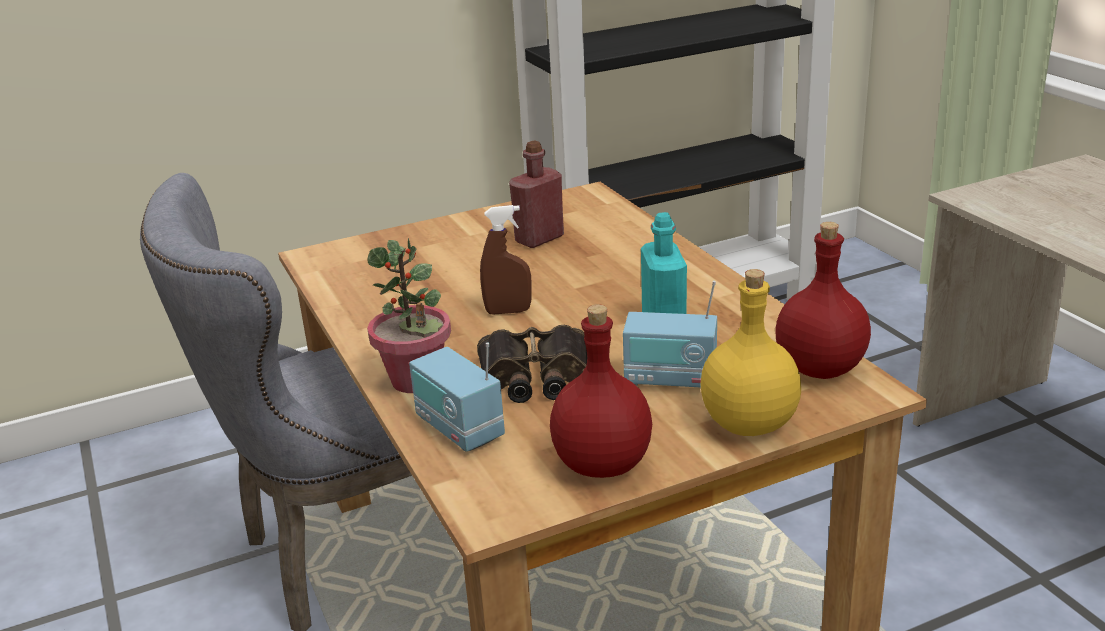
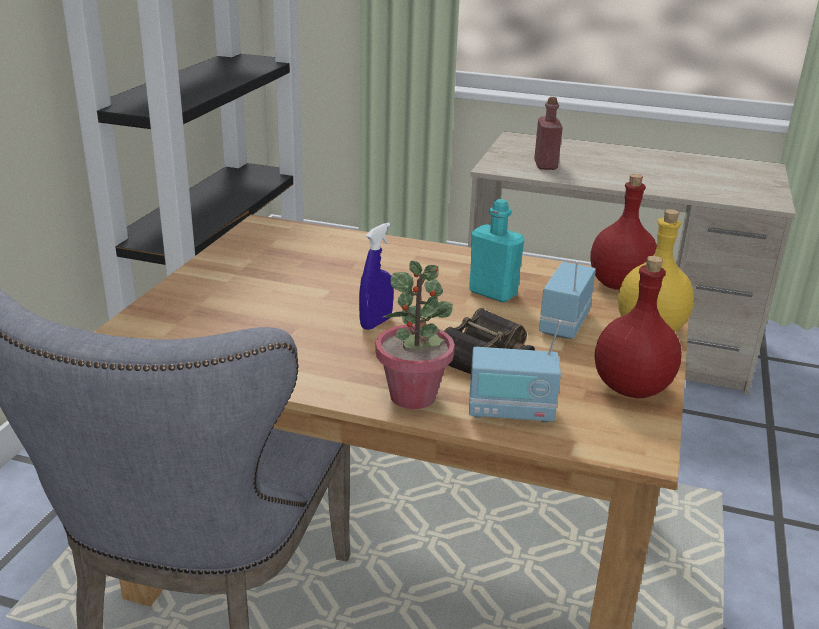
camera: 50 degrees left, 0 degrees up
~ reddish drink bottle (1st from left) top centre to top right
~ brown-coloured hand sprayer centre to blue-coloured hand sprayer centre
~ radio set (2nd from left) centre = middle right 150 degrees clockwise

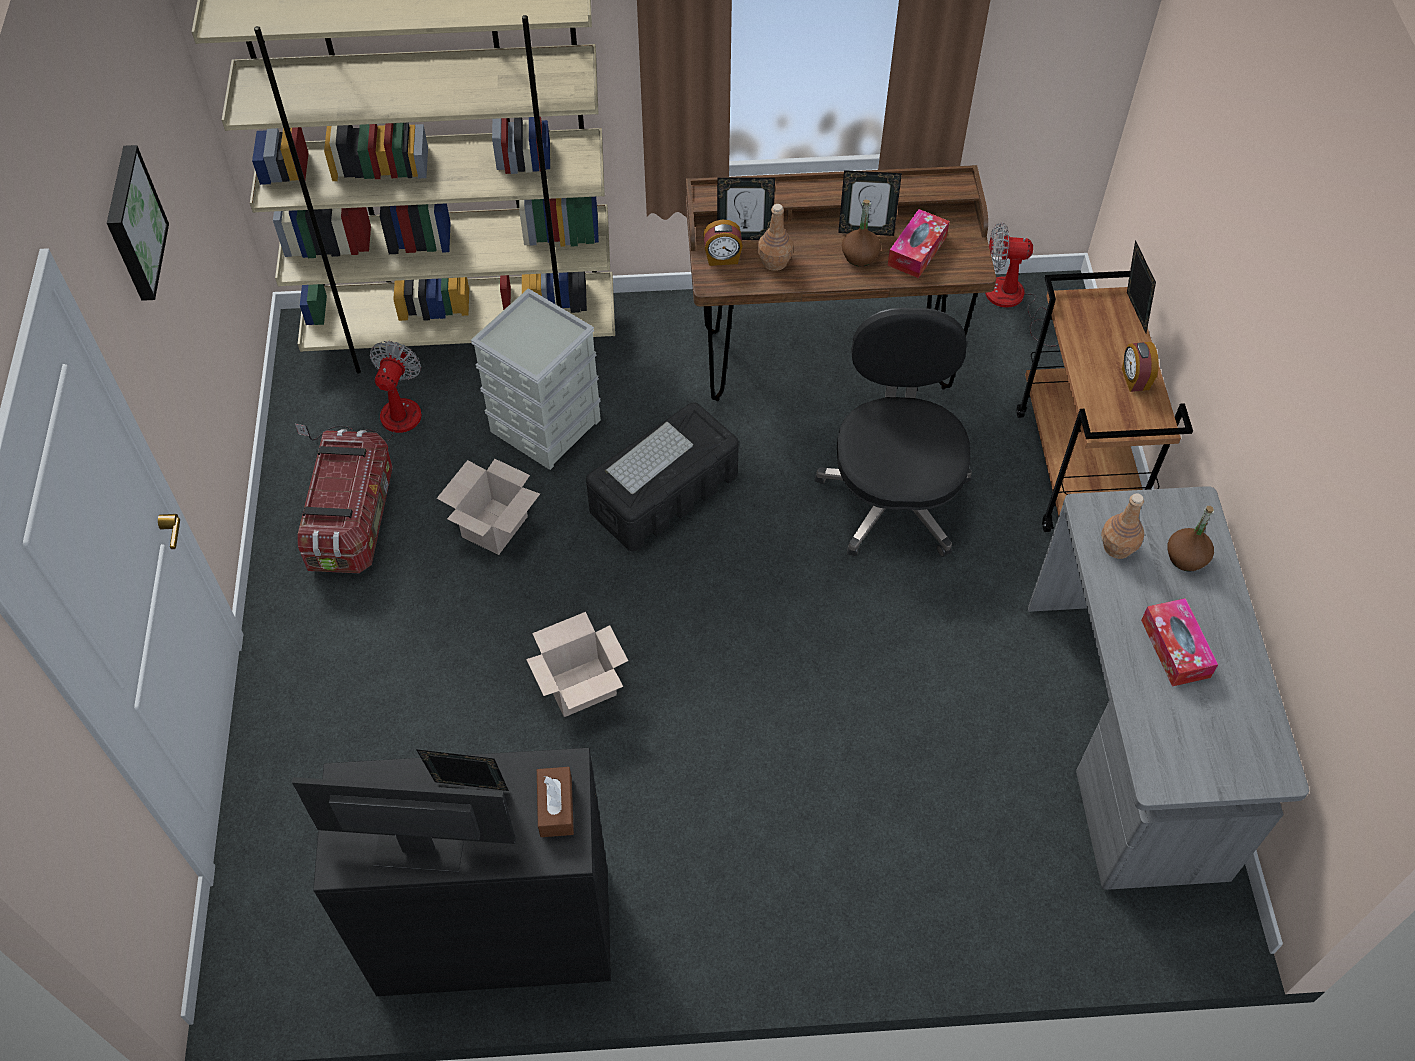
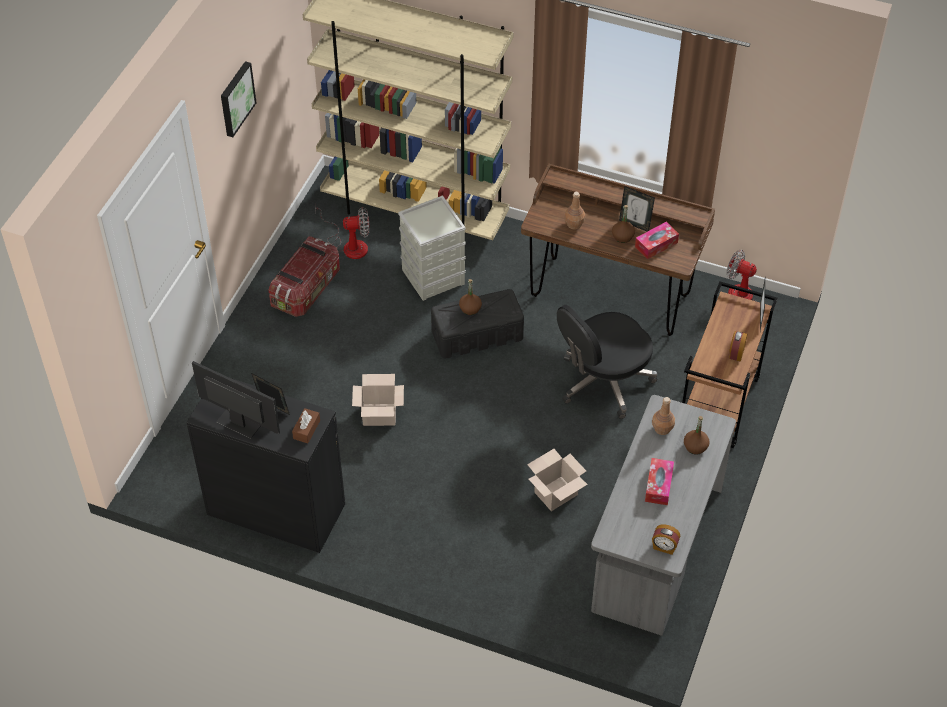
camera: 25 degrees right, 5 degrees down
- picture frame (2nd from left) top centre
~ packing box (1st from left in the first image) centre to packing box (2nd from left) bottom centre
~ alarm clock (1st from left) top centre to bottom right
~ keyboard centre to brown-coloured drink bottle (1st from left) centre
~ electric fan (1st from left) middle left = top centre 45 degrees clockwise
~ black-coloured computer chair centre = centre 150 degrees counterclockwise

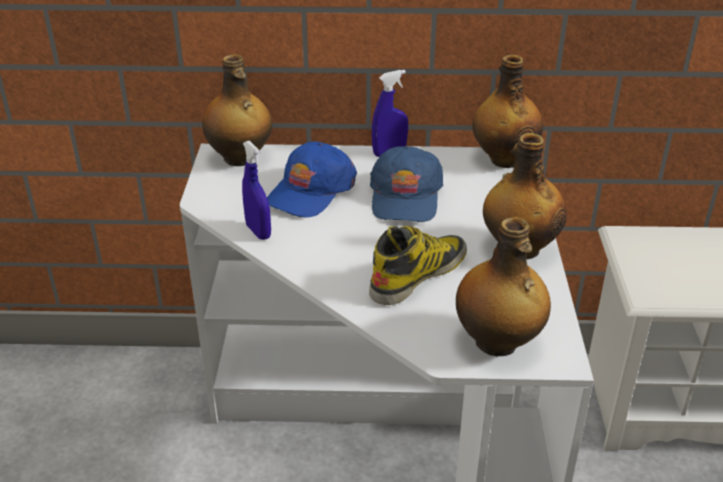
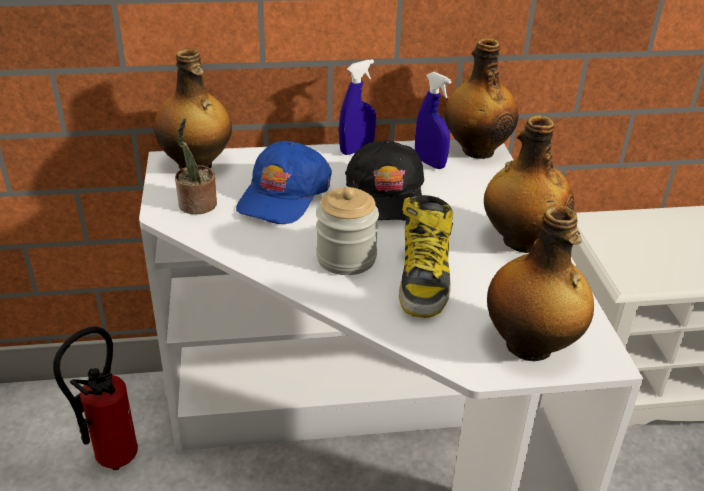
camera: 10 degrees left, 0 degrees up
+ extinguisher bottom left
+ houseplant middle left
+ preserve jar centre
~ blue-coloured hand sprayer (1st from left in the first image) centre to blue-coloured hand sprayer (2nd from left) top centre
~ blue-coloured baseball cap (2nd from left) centre to black-coloured baseball cap centre
~ high-top boot centre = centre 150 degrees clockwise

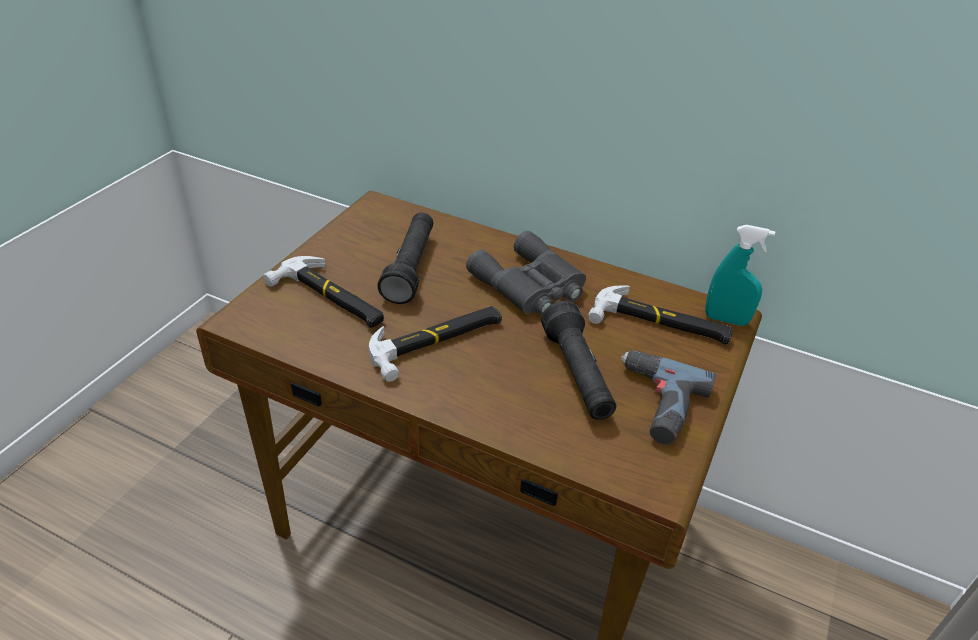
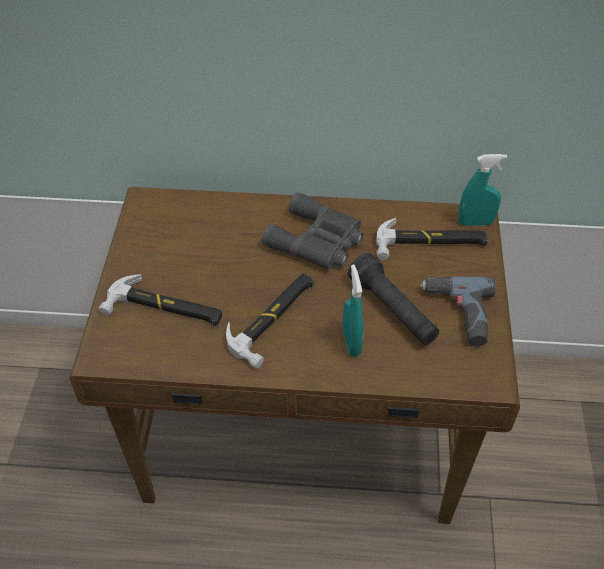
camera: 20 degrees left, 10 degrees up
- black-coloured hand torch (1st from left) centre
+ turquoise hand sprayer (1st from left) centre

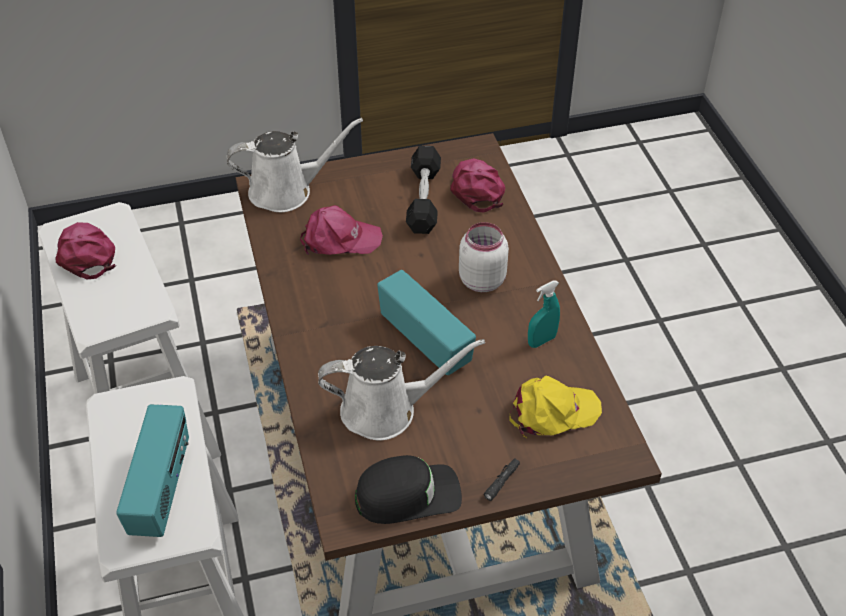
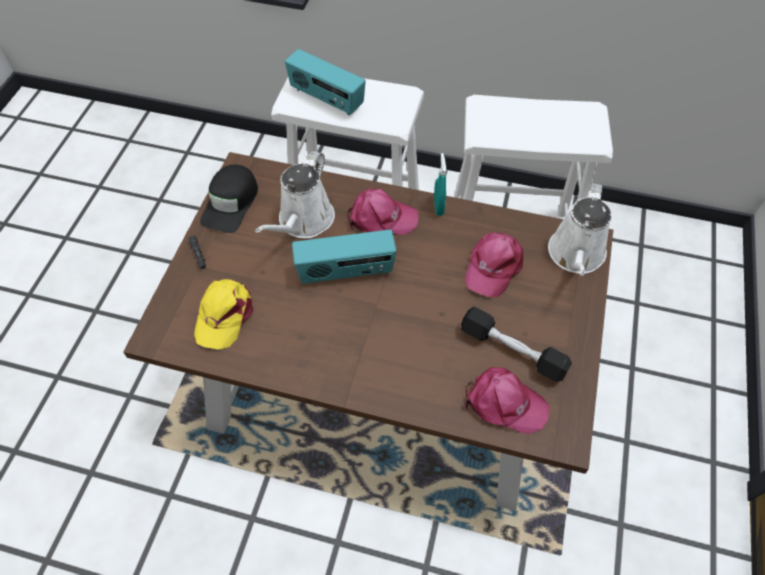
camera: 120 degrees right, 10 degrees up
- whitish preserve jar centre
~ pink-coloured baseball cap (1st from left) middle left to centre
~ turquoise hand sprayer centre to top centre

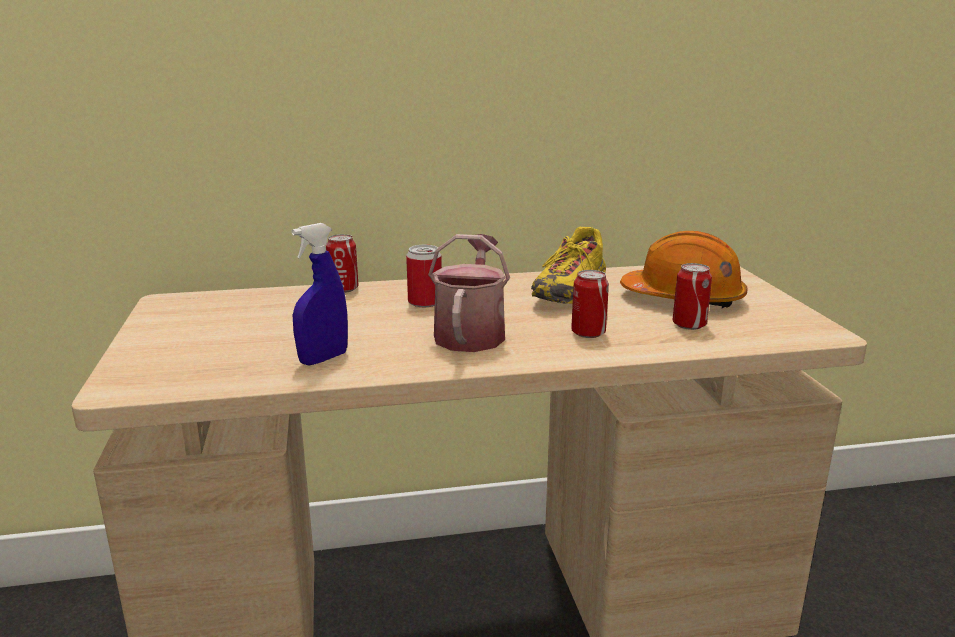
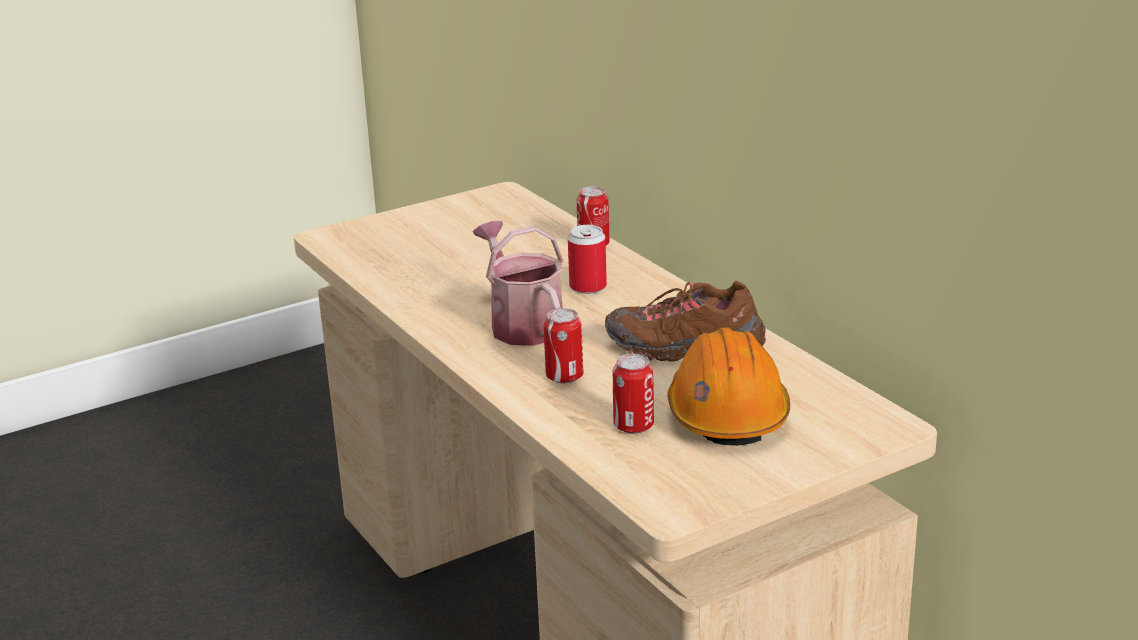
camera: 70 degrees right, 5 degrees up
- blue-coloured hand sprayer centre
~ yellow-coloured item of footwear centre to brown-coloured item of footwear centre
~ sprinkling can centre = centre 105 degrees counterclockwise

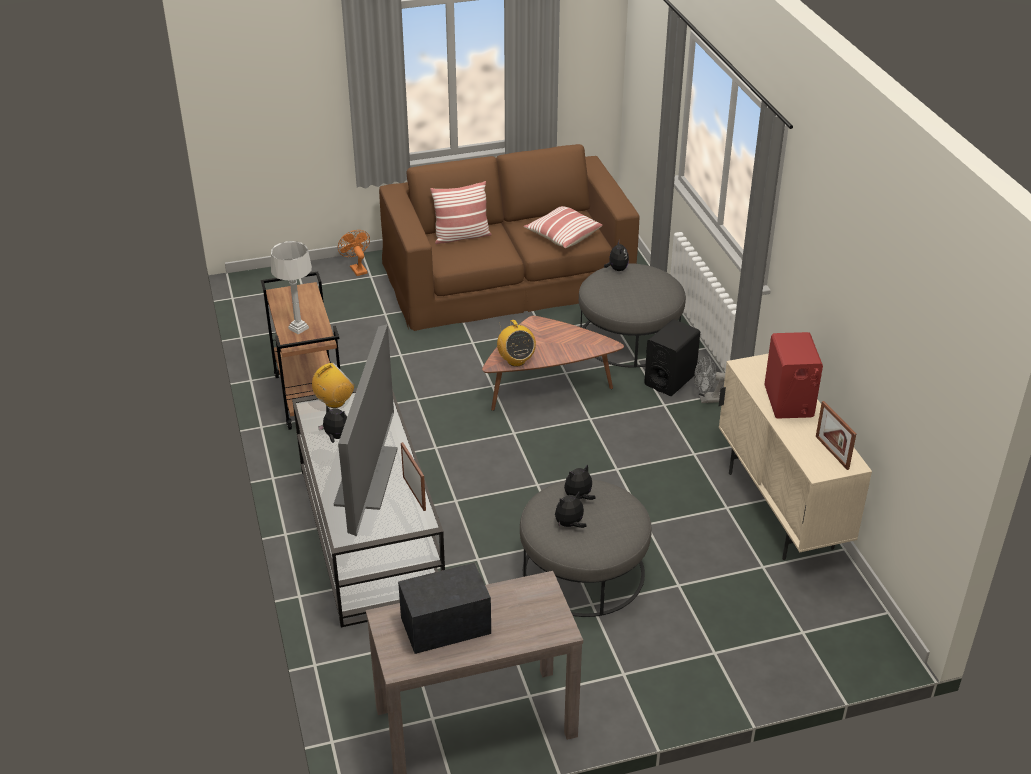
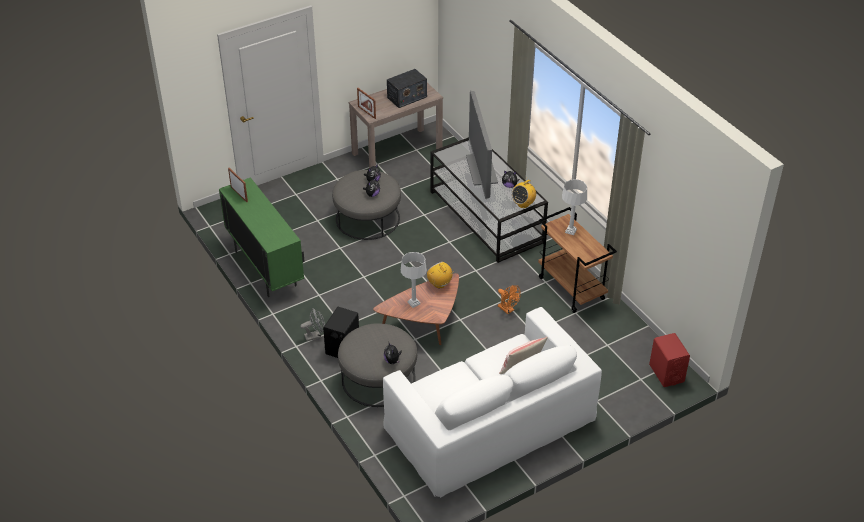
camera: 165 degrees right, 5 degrees up
- cushion (2nd from left) top centre
+ gray lamp for a table (1st from left) centre
~ orangey electric fan top centre to centre
~ picture frame (1st from left in the first image) centre to picture frame (2nd from left) top centre
~ reddish audio speaker middle right to bottom right
~ brown-coloured settee top centre to whitish settee bottom centre
~ sand-coloured cupboard middle right to greenish cupboard middle left

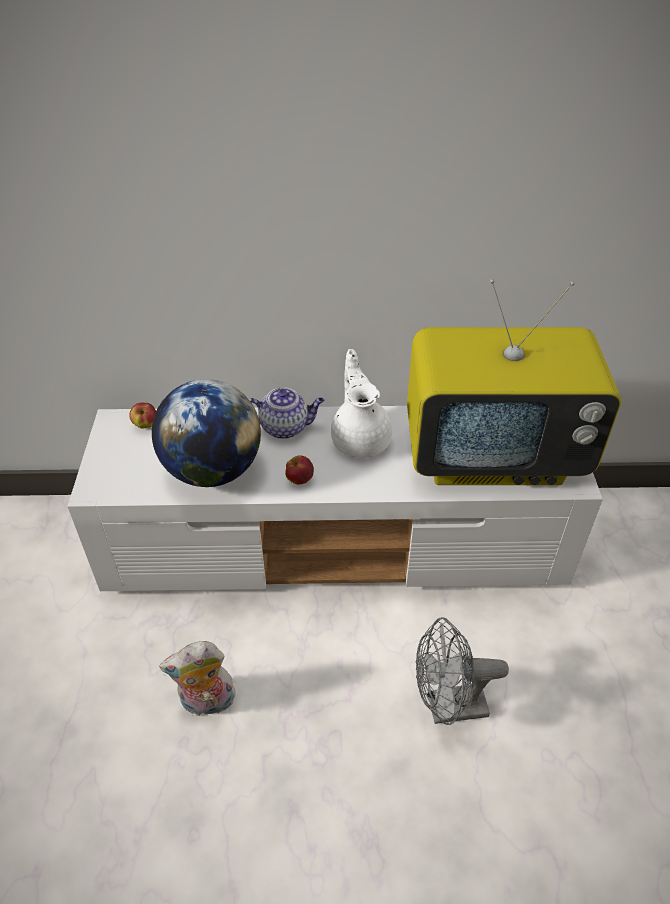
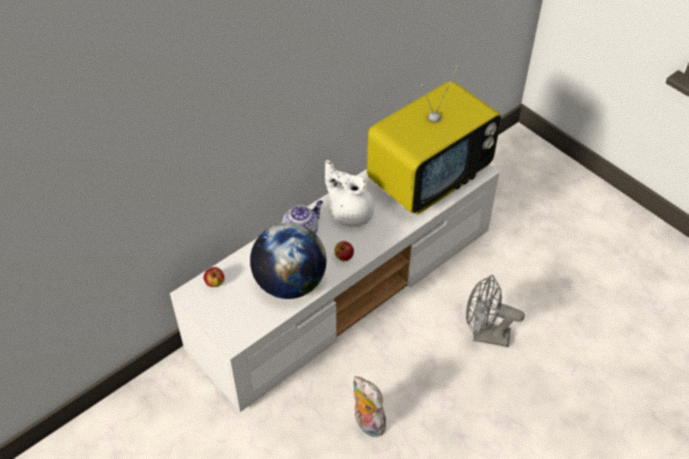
camera: 40 degrees left, 5 degrees up
~ cuddly toy bottom left = bottom centre 105 degrees clockwise
~ gray electric fan bottom right = bottom right 60 degrees clockwise

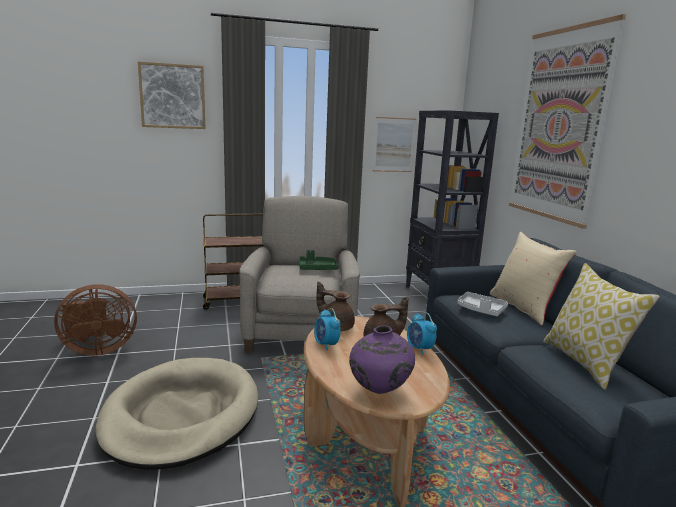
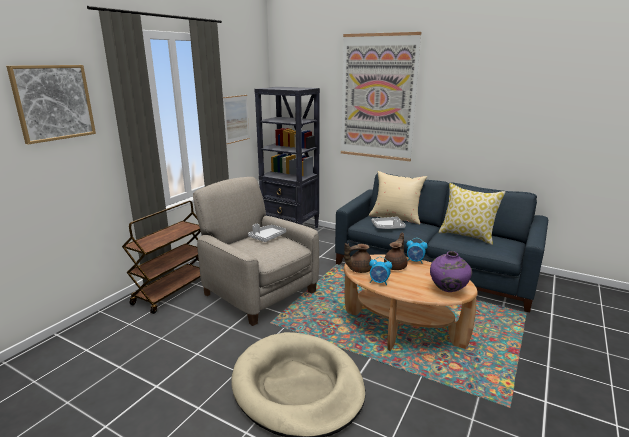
camera: 45 degrees left, 5 degrees up
- brown-coloured electric fan middle left
~ greenish tray centre to gray tray (1st from left) centre

